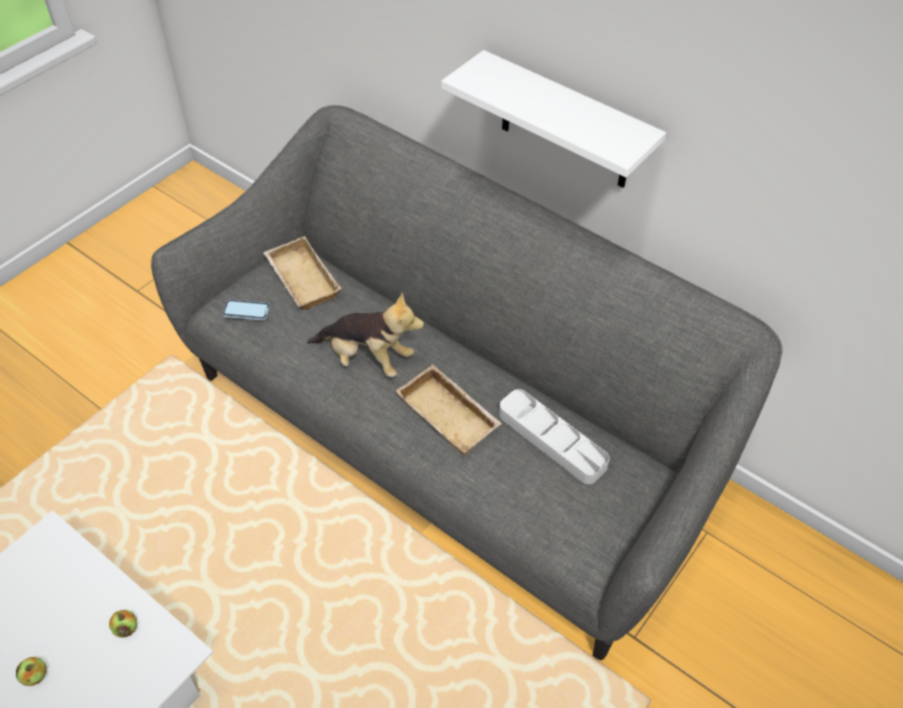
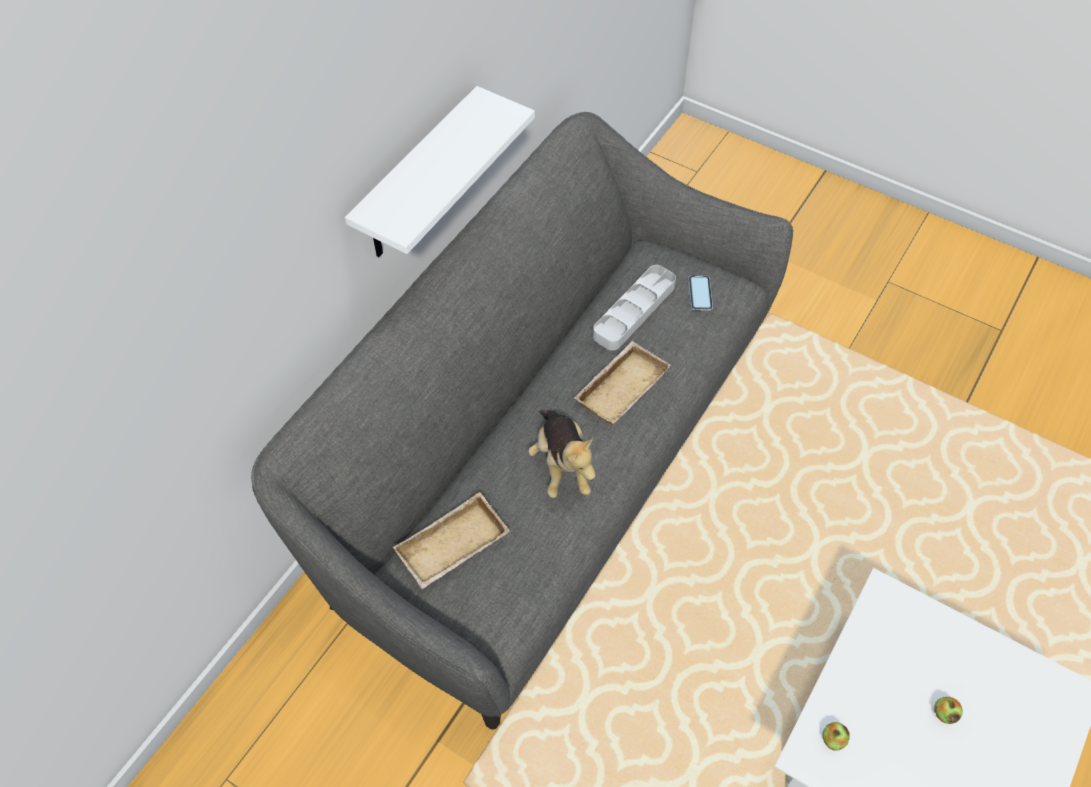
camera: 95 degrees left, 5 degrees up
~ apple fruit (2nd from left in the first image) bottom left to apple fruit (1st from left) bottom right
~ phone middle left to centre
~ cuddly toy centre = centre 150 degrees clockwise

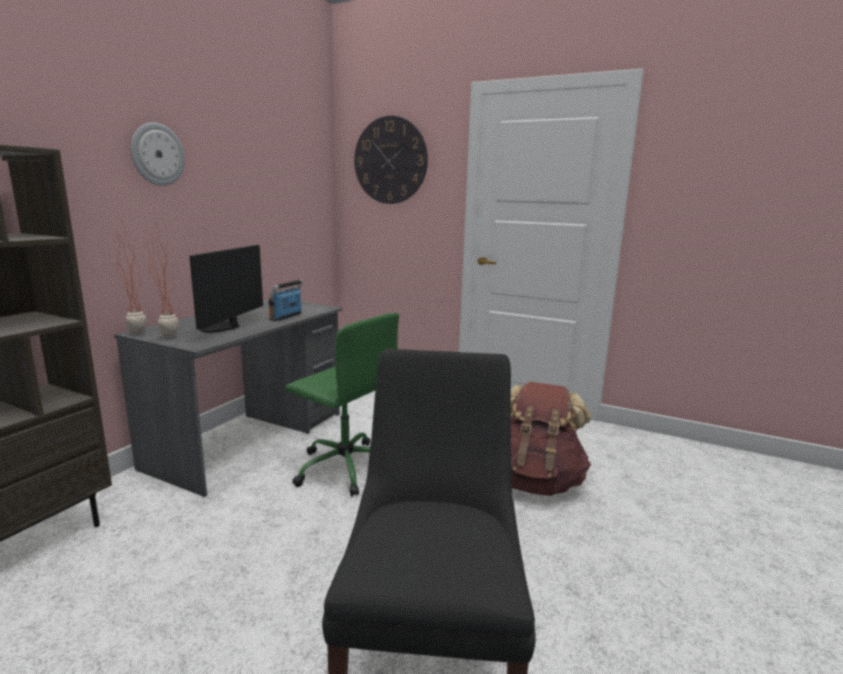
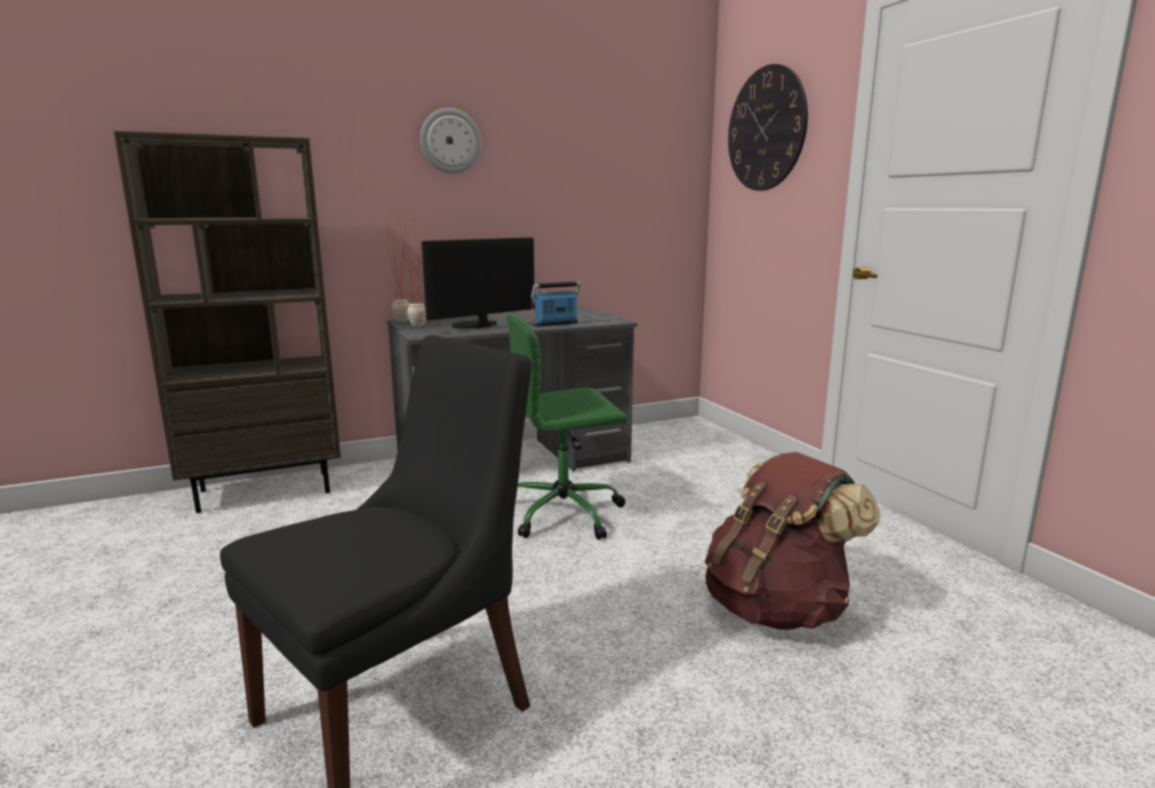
camera: 40 degrees right, 0 degrees up
~ greenish computer chair centre = centre 90 degrees clockwise

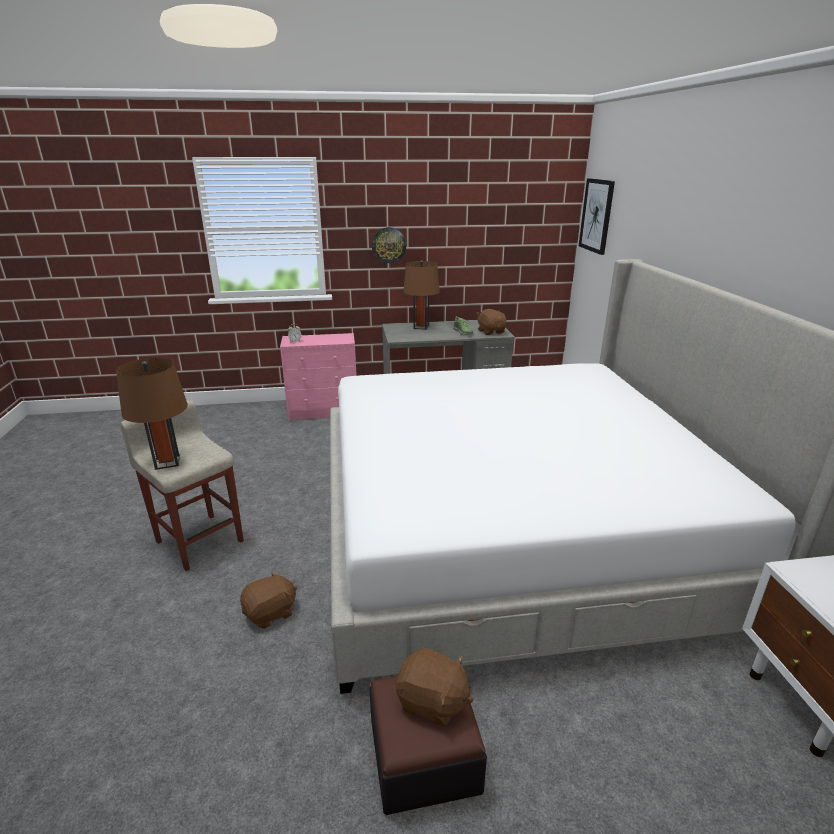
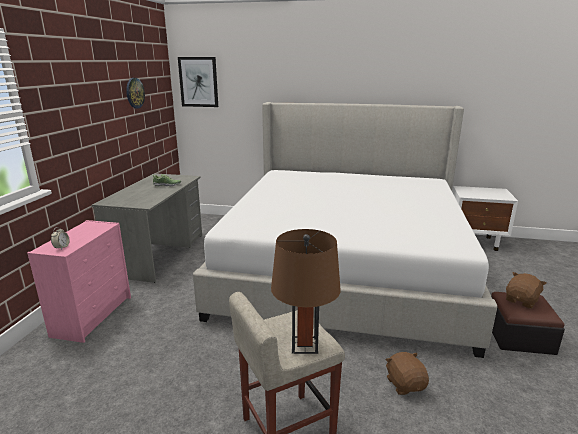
camera: 70 degrees left, 5 degrees down
- brown-coloured lamp for a table (2nd from left) centre
- brown-coloured cuddly toy (3rd from left) centre
~ clock on the wall top centre to top left

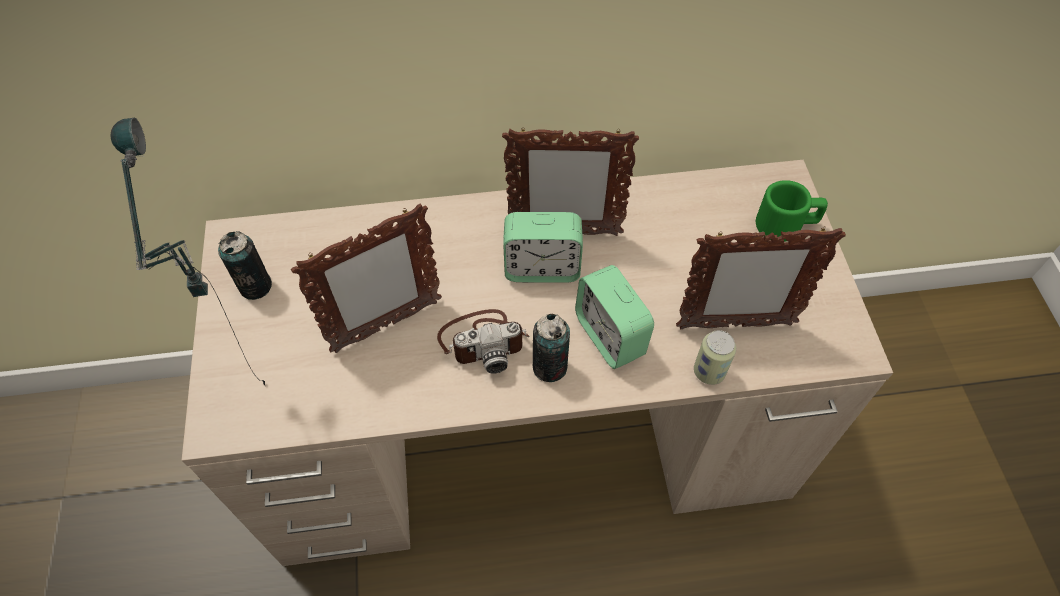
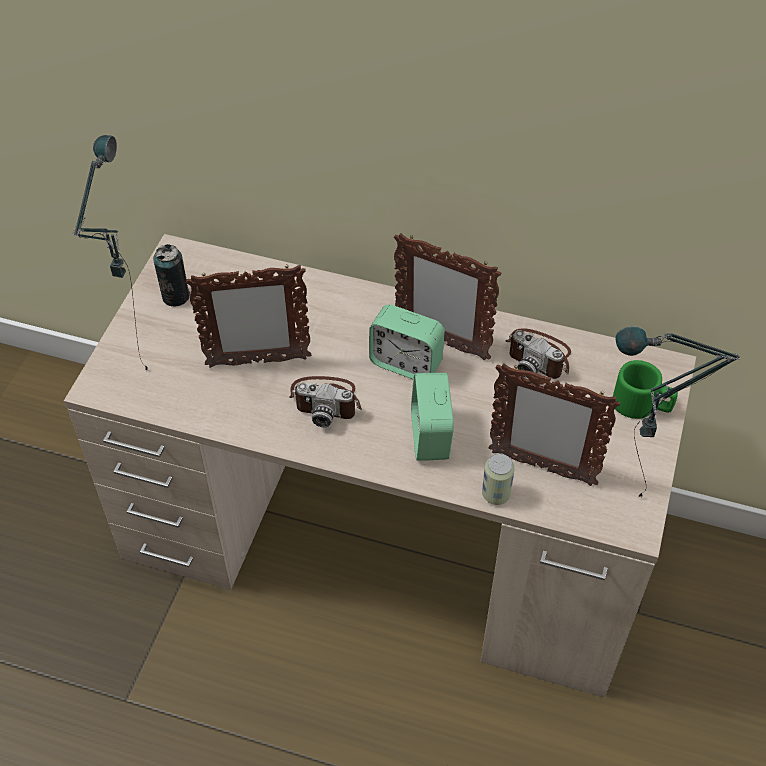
camera: 25 degrees right, 5 degrees down
- can (2nd from left) centre
+ photo camera (2nd from left) middle right
+ lamp for a table (2nd from left) middle right

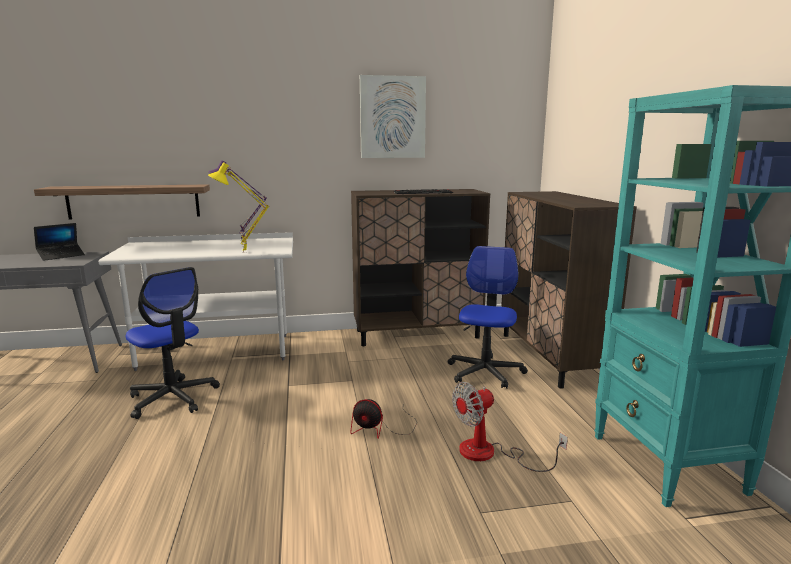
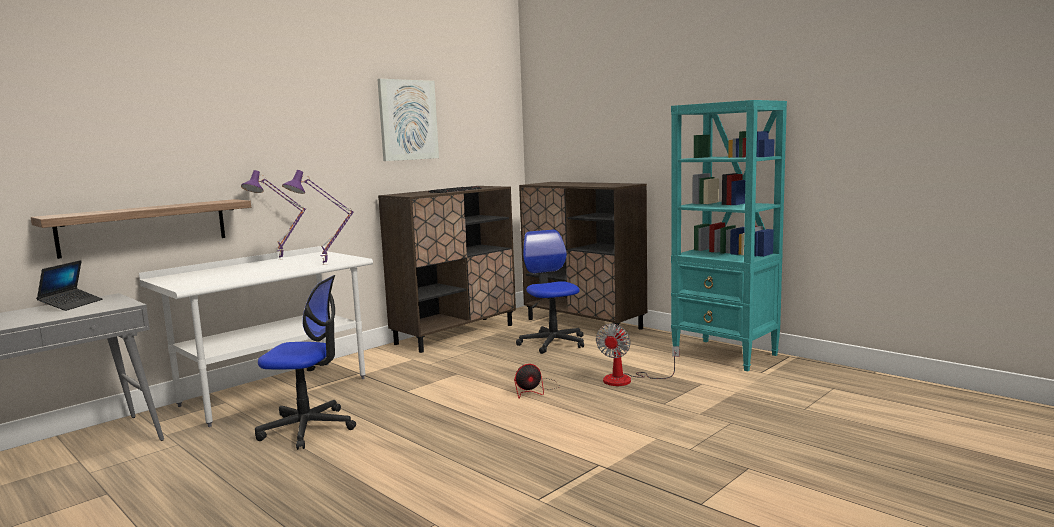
camera: 35 degrees left, 5 degrees down
~ yellow-coloured lamp for a table middle left to purple-coloured lamp for a table (2nd from left) middle left

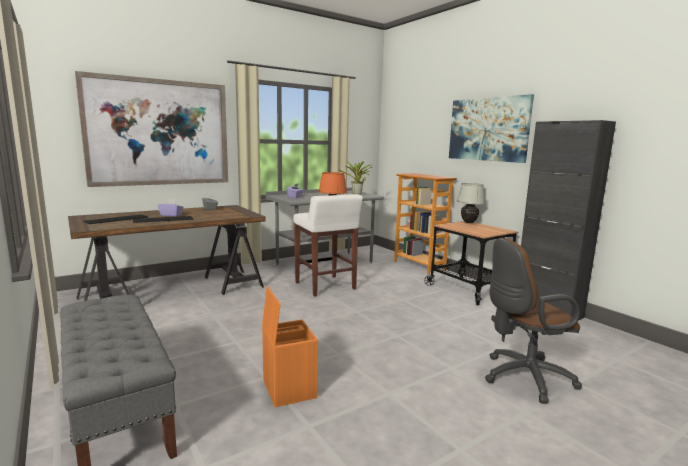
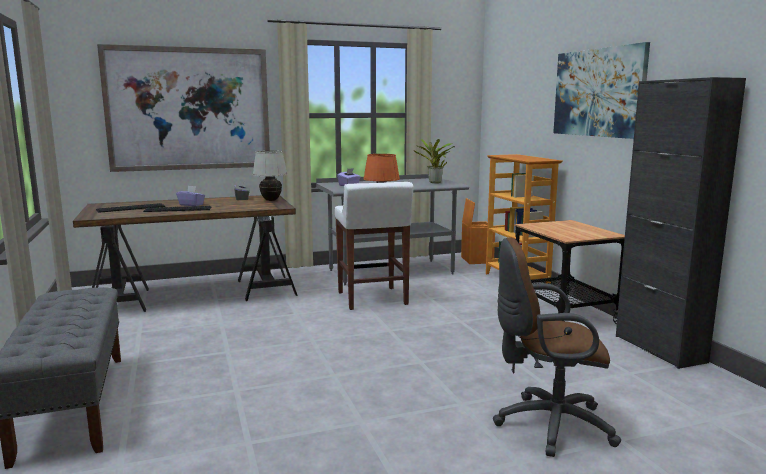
camera: 15 degrees right, 0 degrees up
~ orangey storage box bottom centre to centre
~ whitish lamp for a table middle right to centre

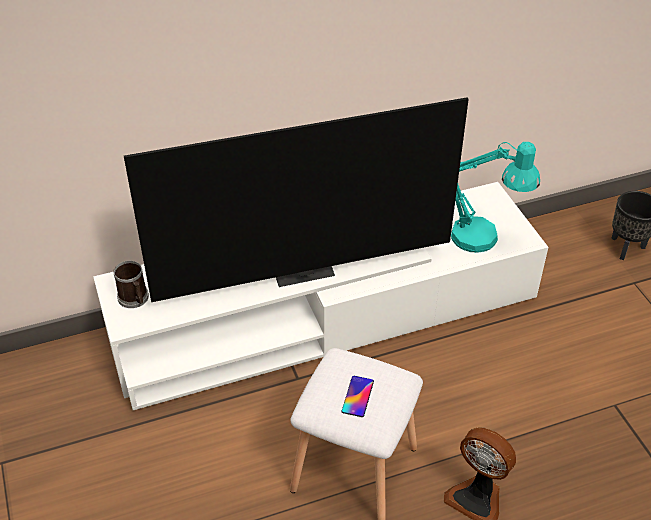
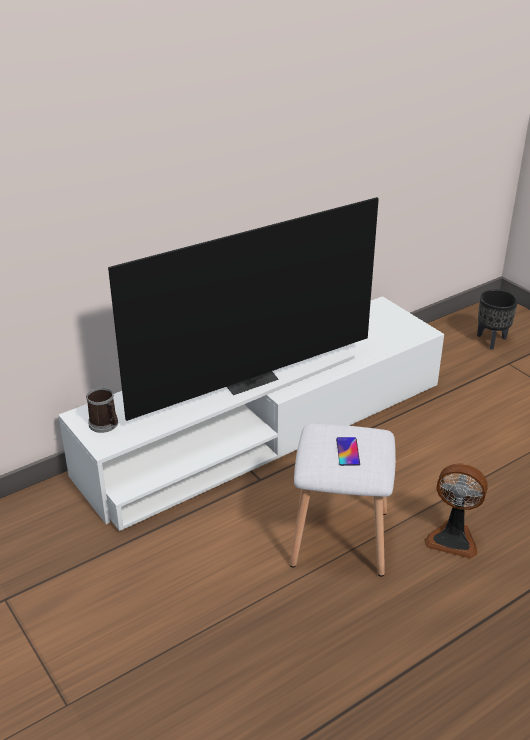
camera: 15 degrees left, 10 degrees down
- turquoise lamp for a table middle right

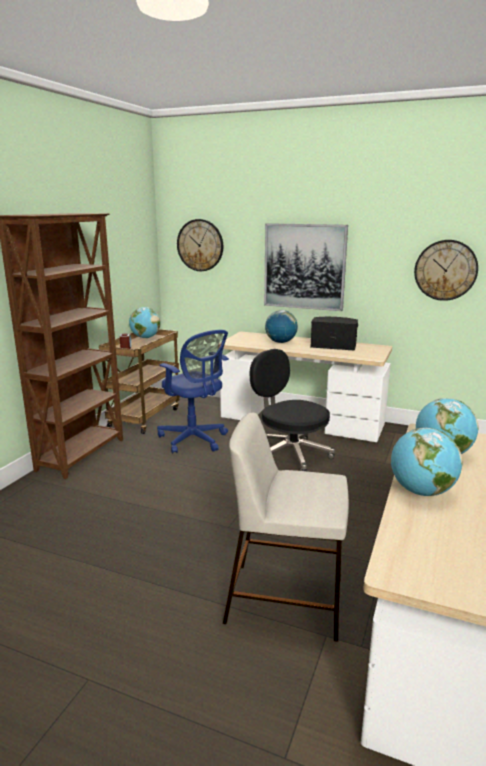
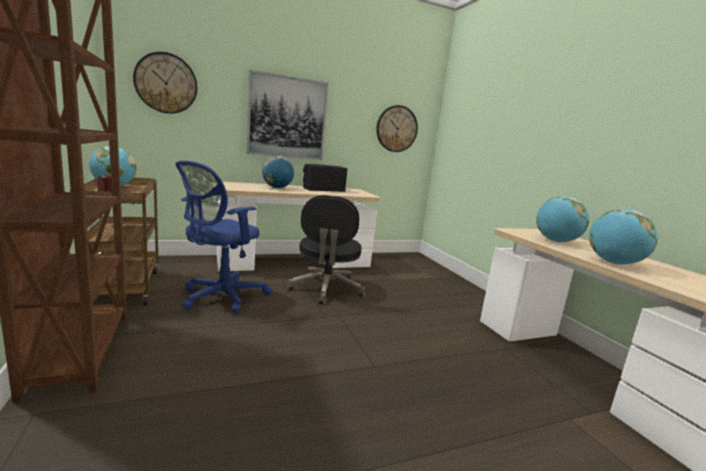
camera: 45 degrees left, 5 degrees down
- sand-coloured stool seat bottom centre
~ blue-coloured computer chair centre = middle left 120 degrees clockwise
~ black-coloured computer chair centre = centre 90 degrees counterclockwise

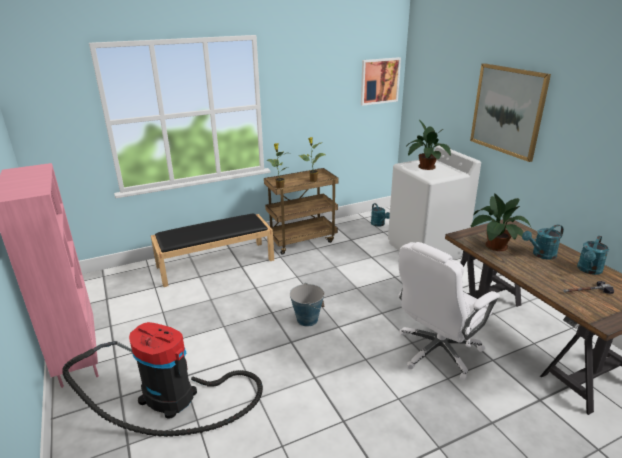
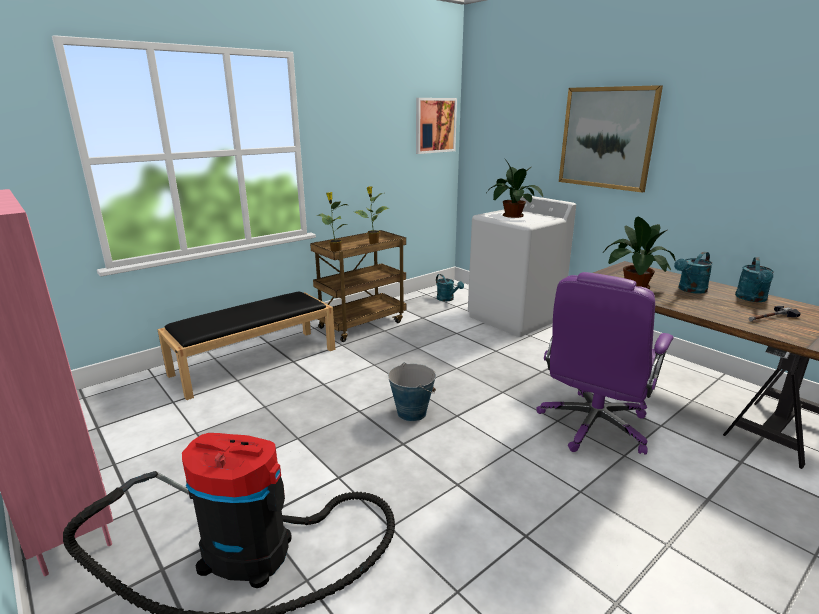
camera: 15 degrees left, 5 degrees down
~ whitish computer chair bottom right to purple-coloured computer chair middle right

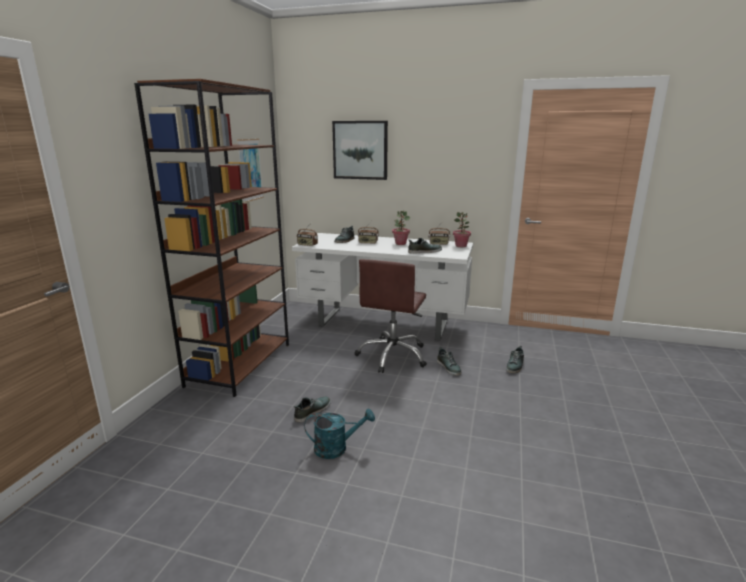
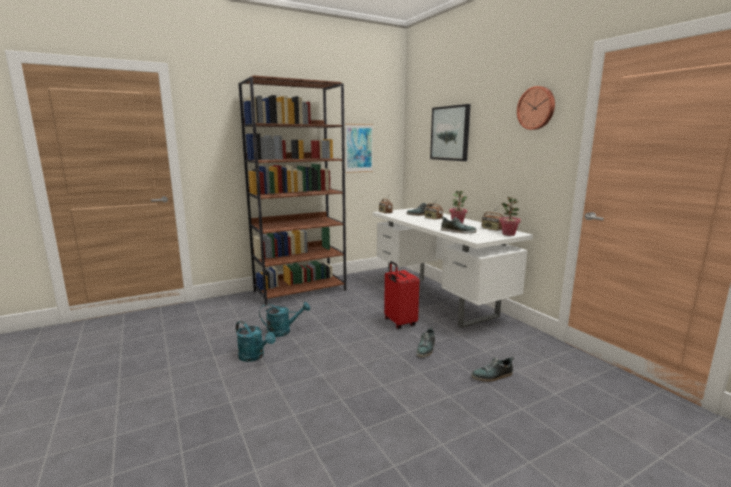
camera: 45 degrees right, 5 degrees down
+ clock on the wall top right
~ item of footwear (1st from left) bottom centre to turquoise sprinkling can (2nd from left) centre
~ brown-coloured computer chair centre to reddish suitcase centre

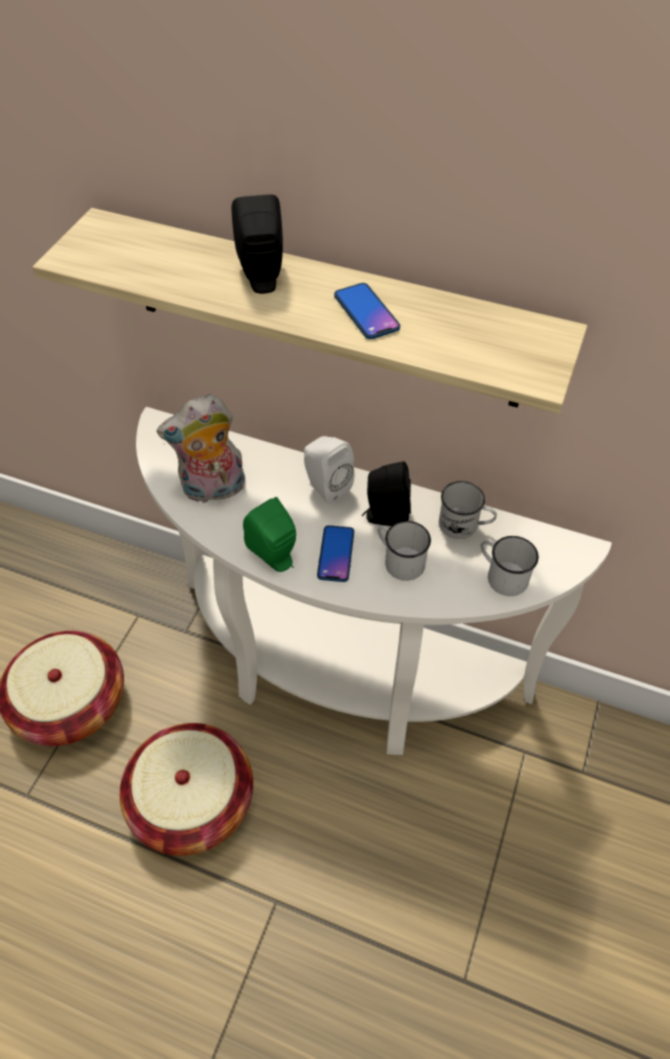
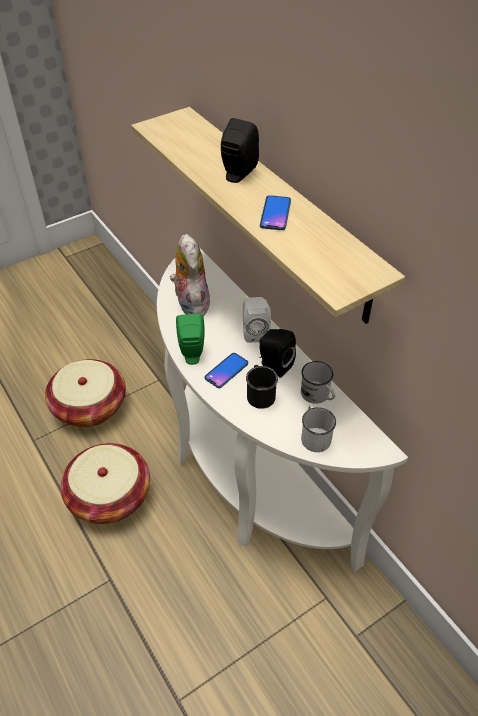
camera: 35 degrees right, 5 degrees down
~ whitish tea mug (1st from left) centre to black-coloured tea mug centre
~ cuddly toy middle left = centre 60 degrees clockwise

